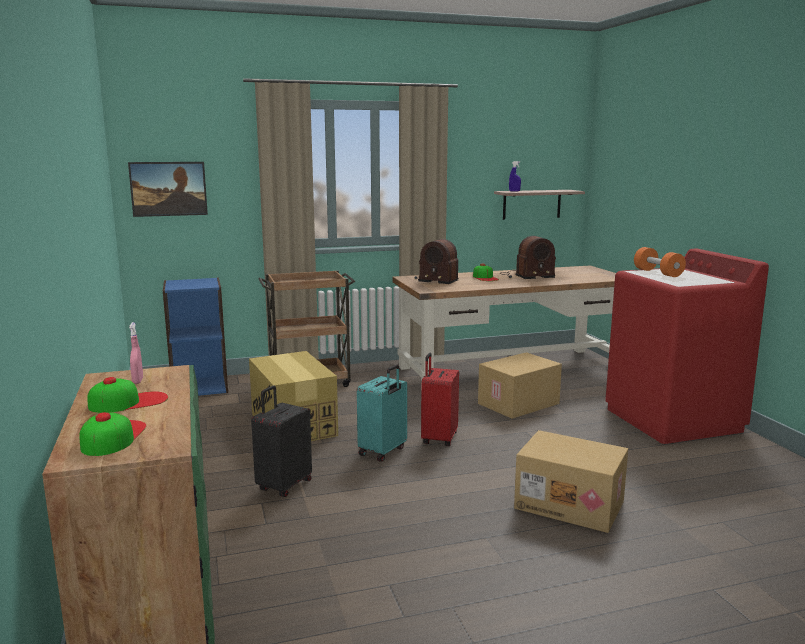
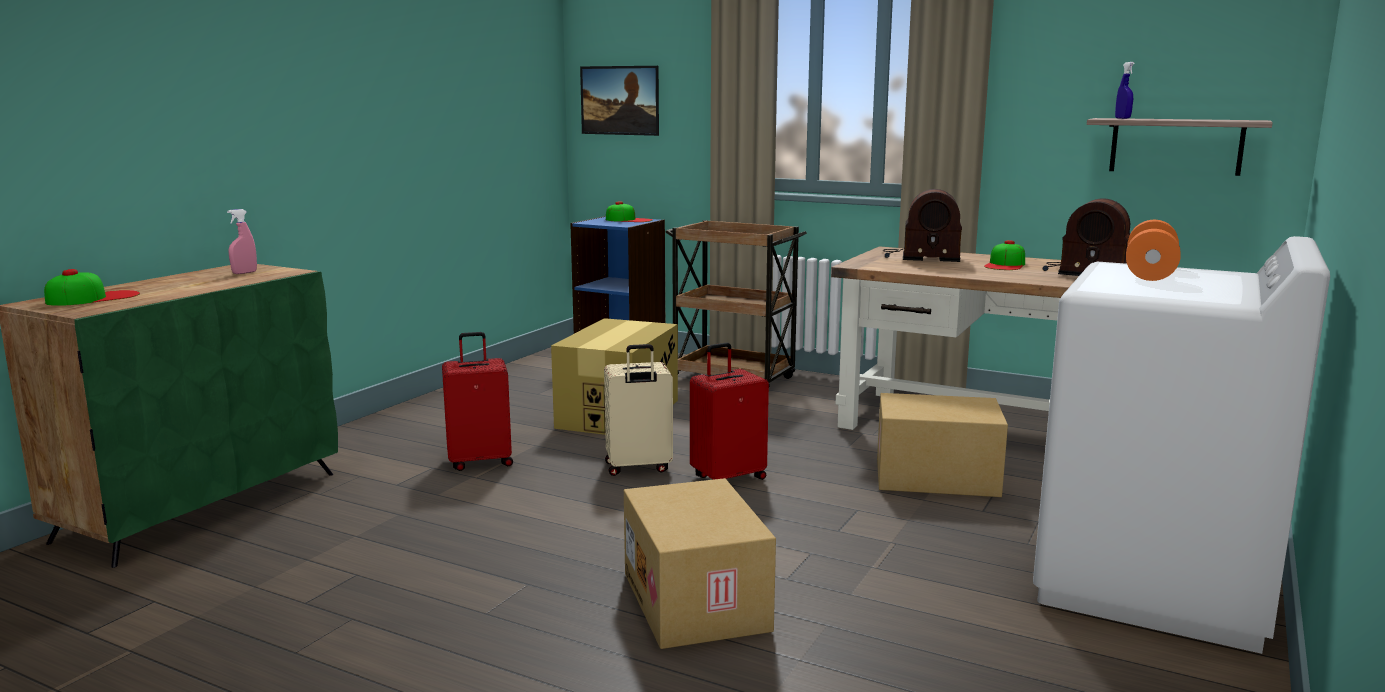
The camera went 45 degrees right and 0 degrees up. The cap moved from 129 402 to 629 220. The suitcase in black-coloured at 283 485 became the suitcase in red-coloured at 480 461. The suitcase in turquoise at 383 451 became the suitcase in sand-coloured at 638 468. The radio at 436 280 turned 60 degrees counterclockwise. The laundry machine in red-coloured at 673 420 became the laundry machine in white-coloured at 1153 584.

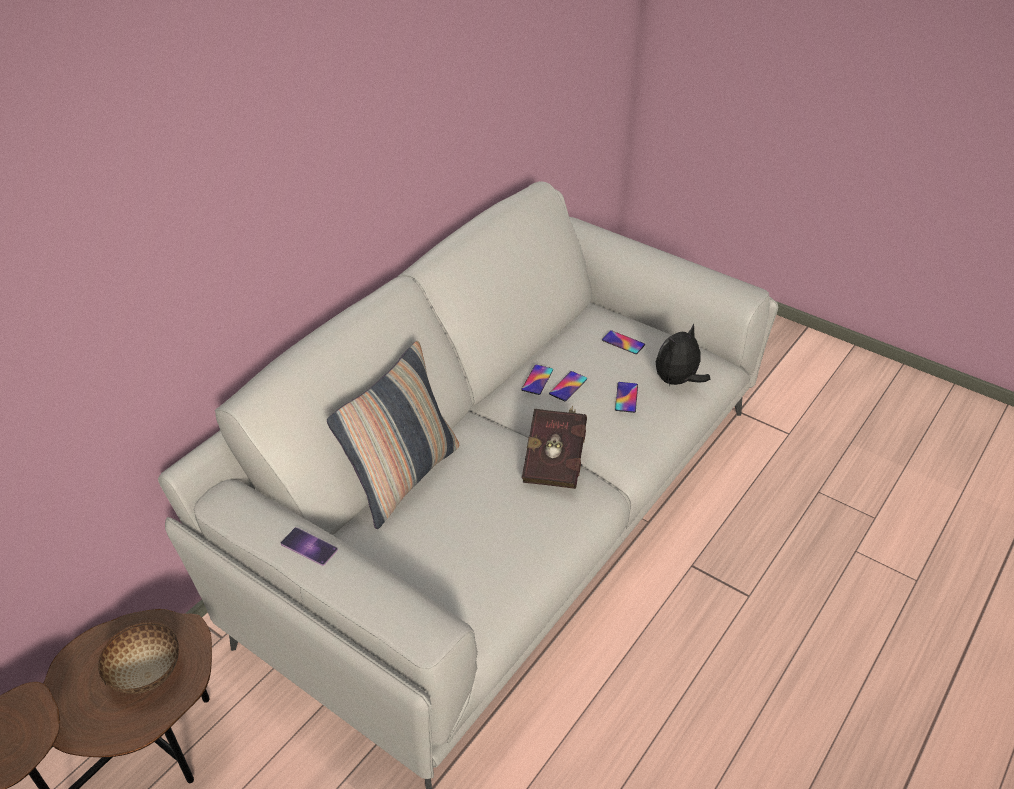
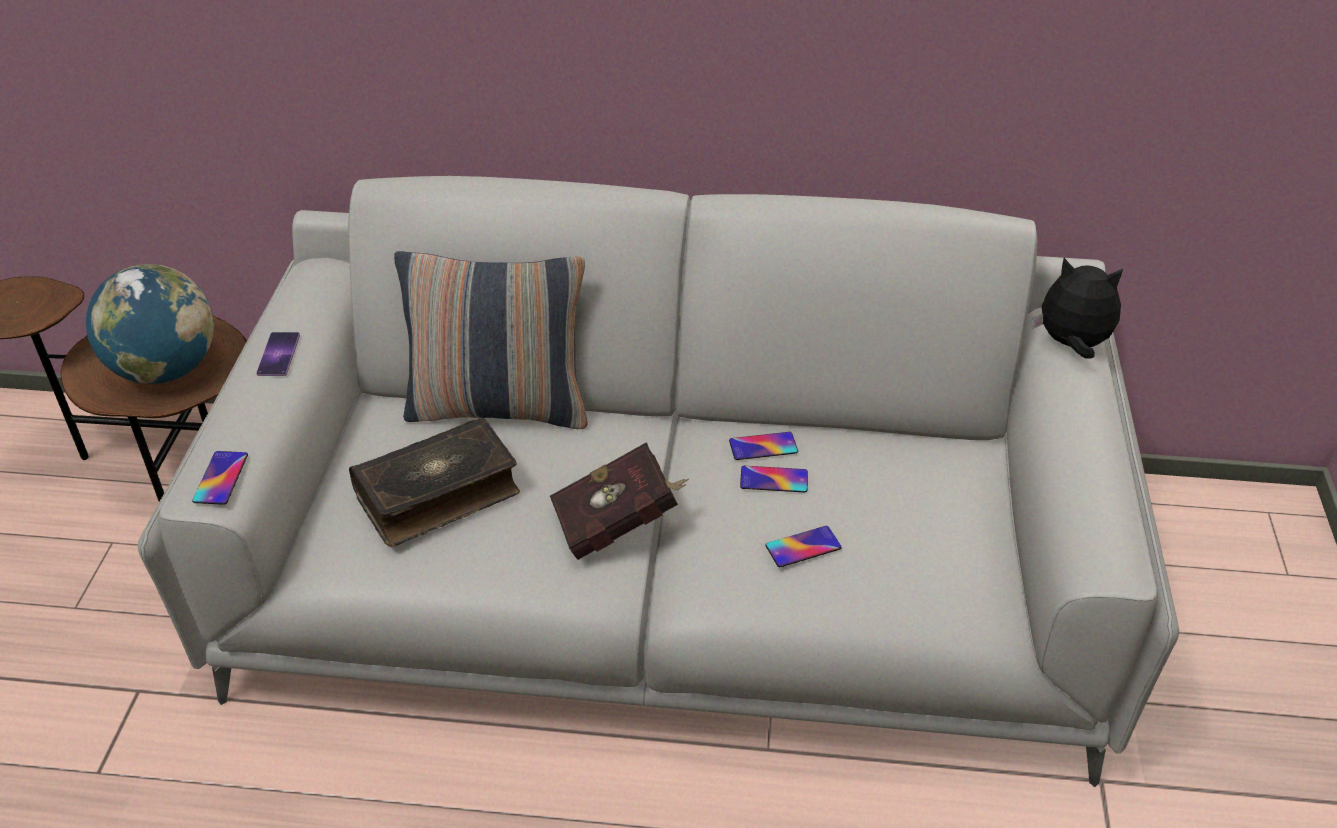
The camera went 60 degrees right and 0 degrees up. The serving bowl at 147 673 was replaced by the desk globe at 165 369. The phone moved from 623 342 to 220 478. The soft toy moved from 677 381 to 1071 345. The book at 438 495 appeared.

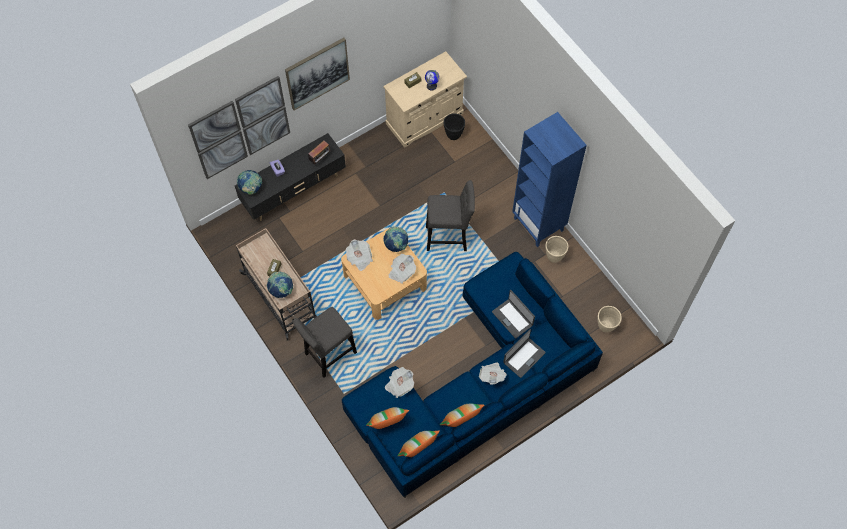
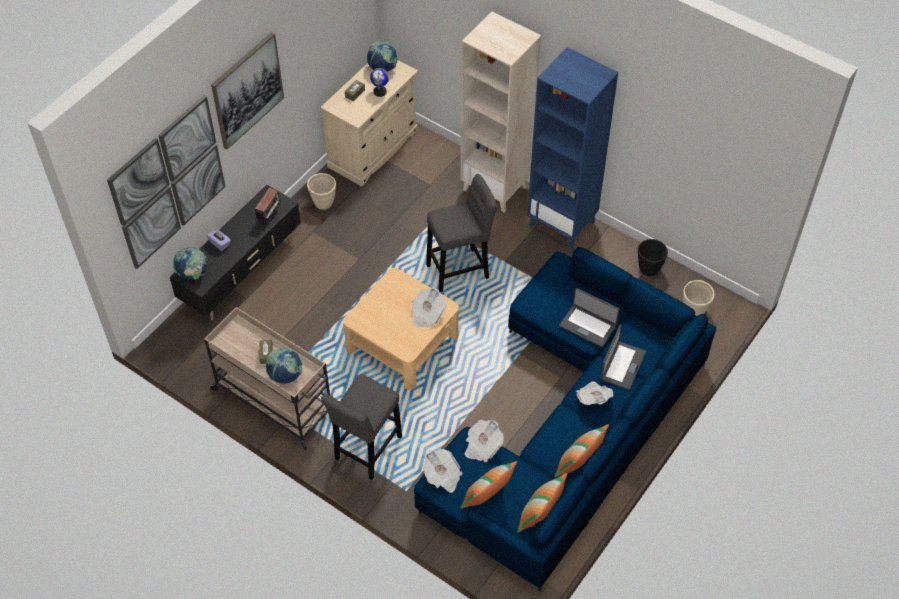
The camera went 20 degrees left and 10 degrees down. The newspaper moved from 359 258 to 442 476. The desk globe moved from 396 245 to 382 68. The planter in black-coloured moved from 453 134 to 648 269. The planter in sand-coloured moved from 554 256 to 323 203. The bookcase in sand-coloured at 495 188 appeared.

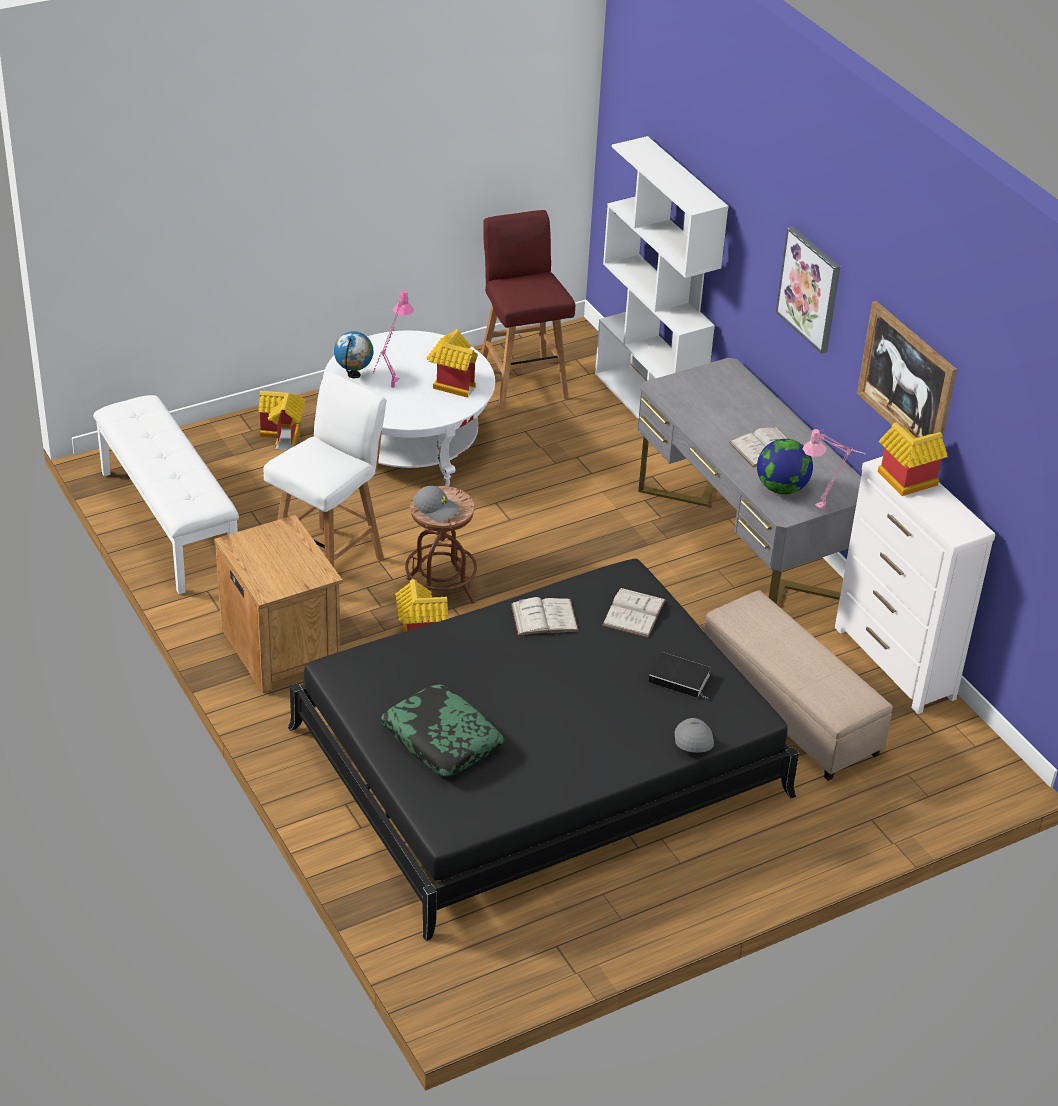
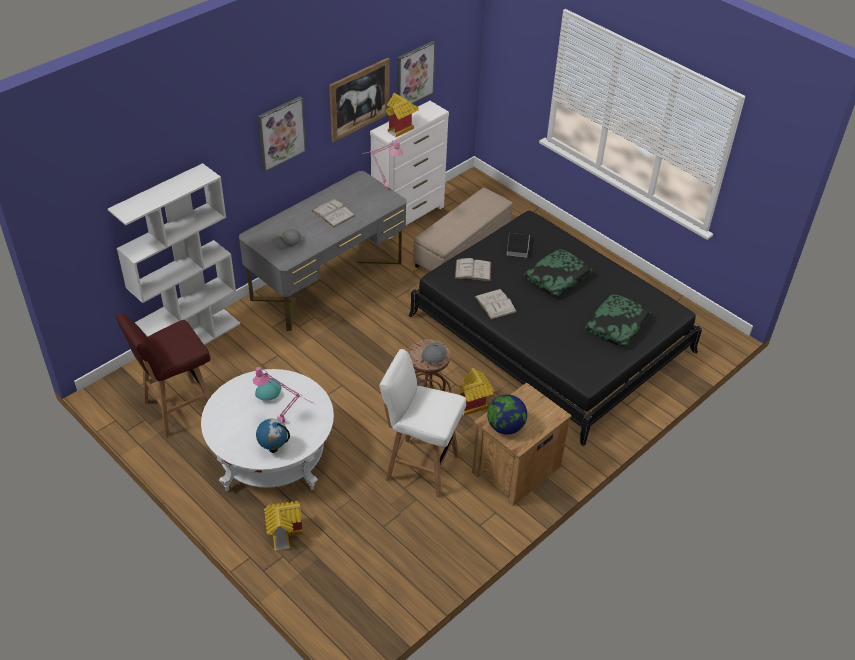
The camera went 105 degrees left and 5 degrees up. The bench in white-coloured at 167 523 disappeared. The model house at 451 383 was replaced by the cap in turquoise at 268 392. The cap in gray moved from 693 740 to 286 242. The desk globe moved from 781 488 to 505 427. The wall art at 414 75 appeared. The throw pillow at 557 278 appeared.

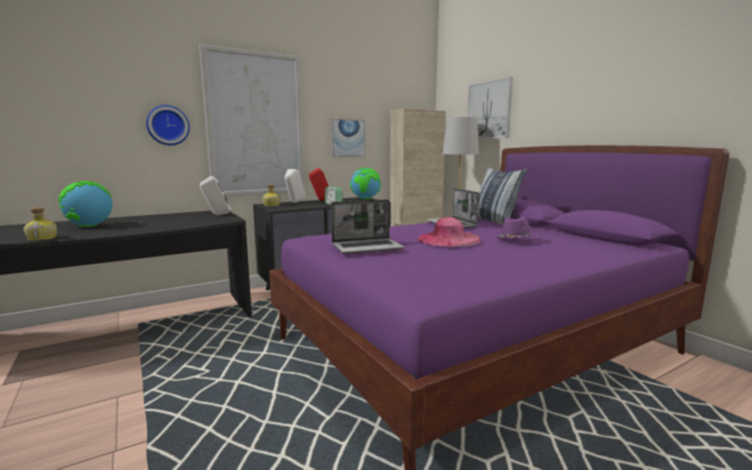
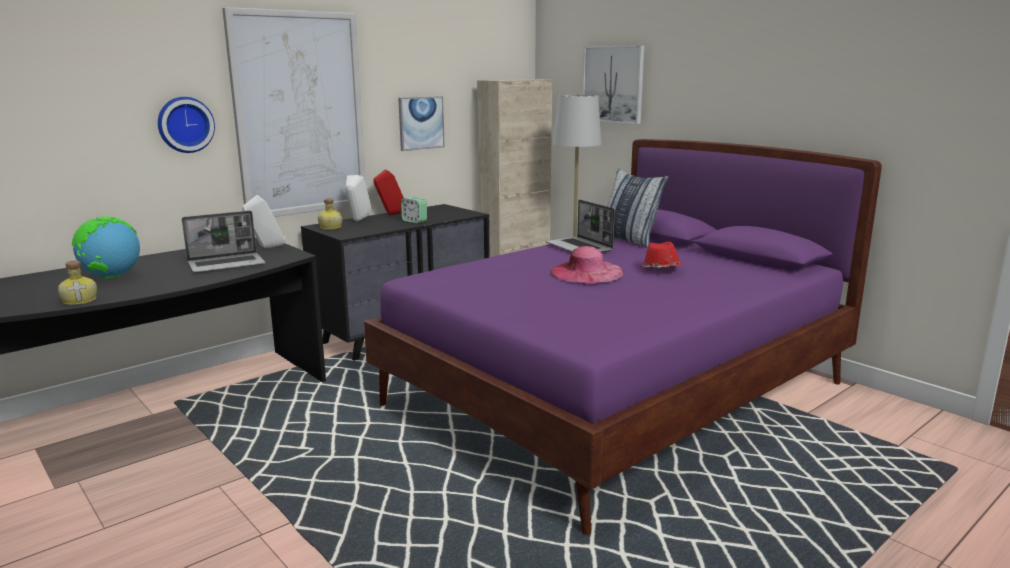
The camera went 10 degrees left and 5 degrees up. The notebook computer moved from 367 247 to 227 264. The desk globe at 365 199 disappeared. The clothing hat in purple at 514 240 became the clothing hat in red-coloured at 660 269.

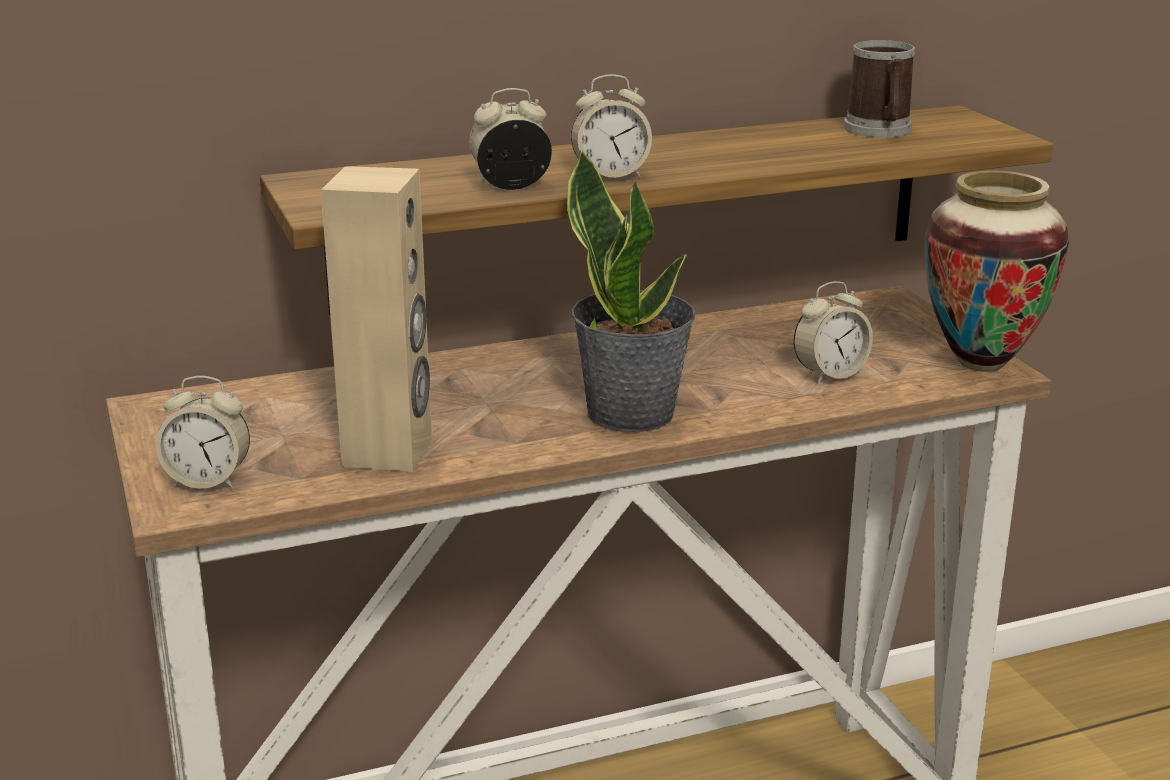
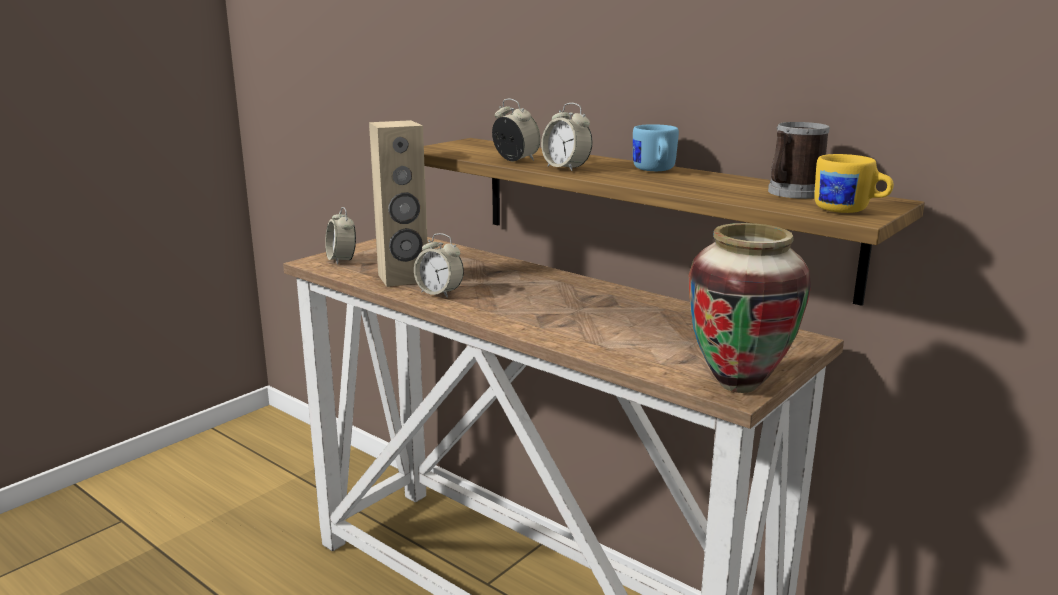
The camera went 60 degrees right and 5 degrees down. The houseplant at 631 412 disappeared. The table clock moved from 830 374 to 439 293. The tea mug in blue-coloured at 654 171 appeared. The tea mug in yellow at 849 211 appeared.

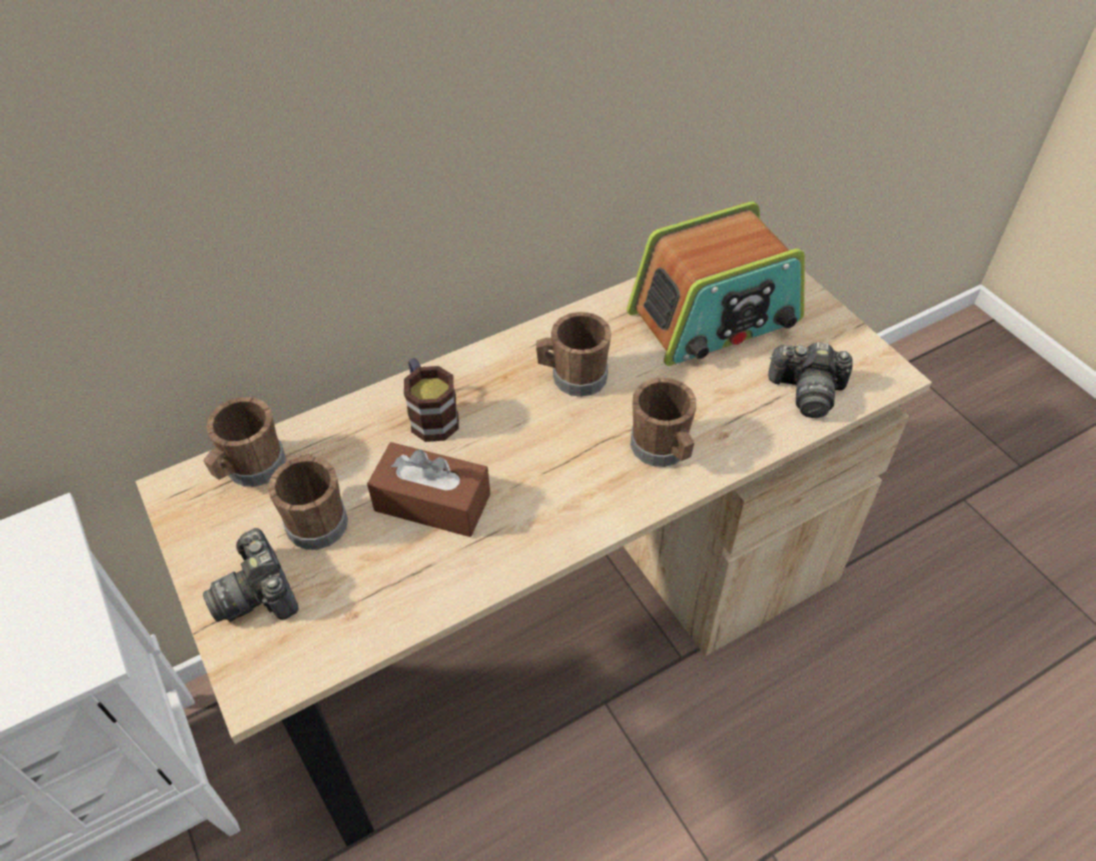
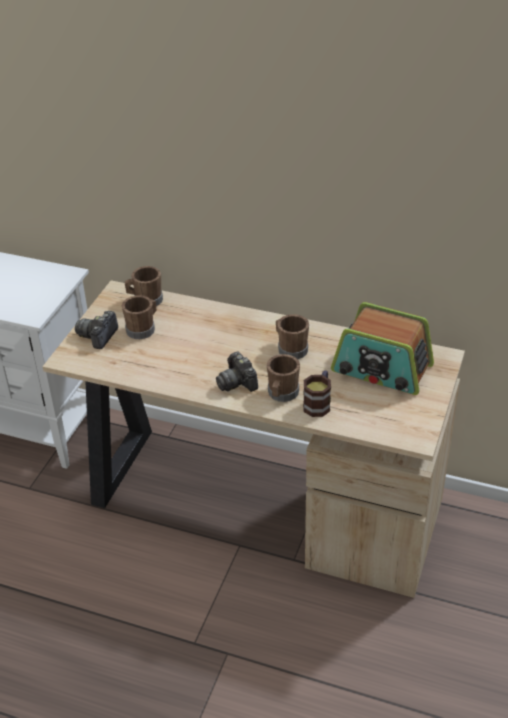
The camera went 50 degrees right and 10 degrees down. The tissue box in brownish at 432 502 disappeared. The tea mug moved from 430 415 to 318 403. The photo camera moved from 807 392 to 237 382.

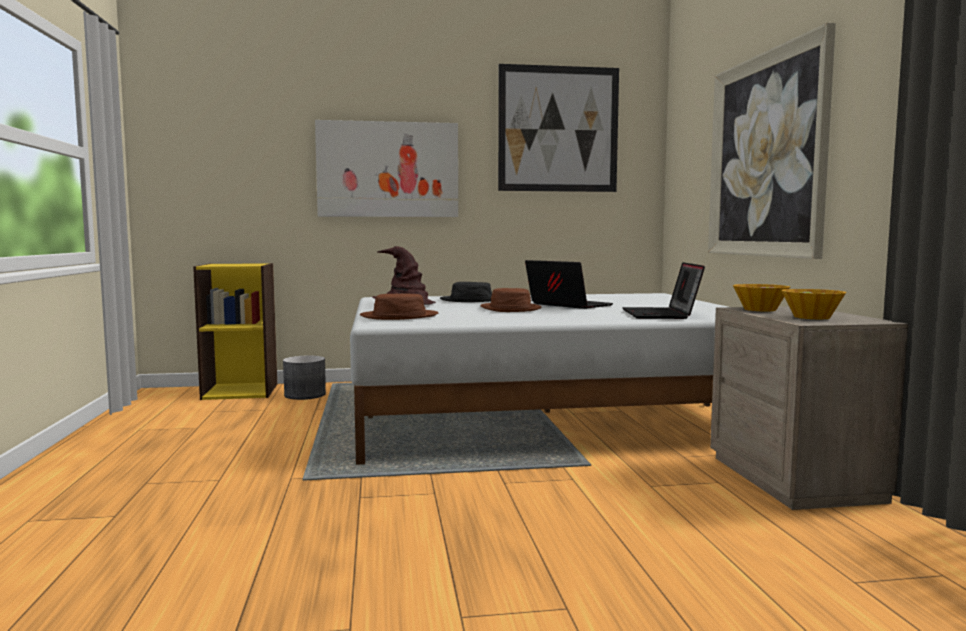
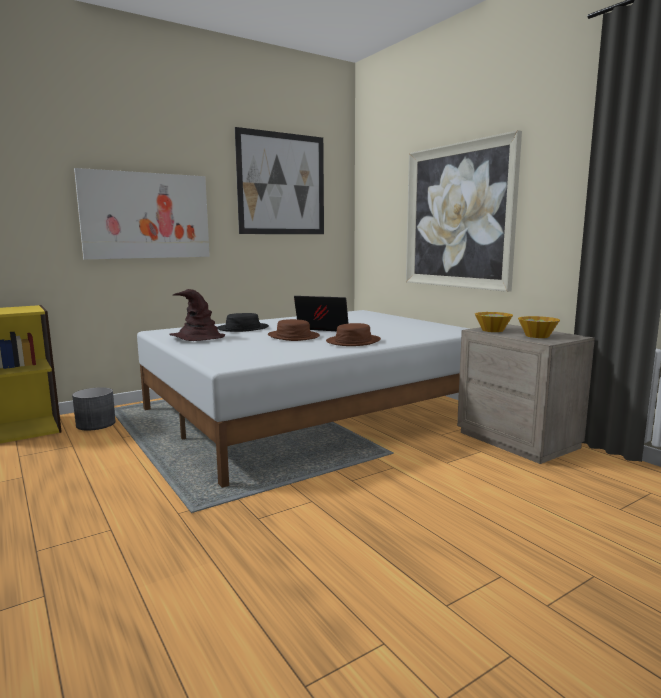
The camera went 25 degrees left and 5 degrees up. The clothing hat in brownish moved from 399 316 to 353 341. The notebook computer at 661 315 disappeared.

